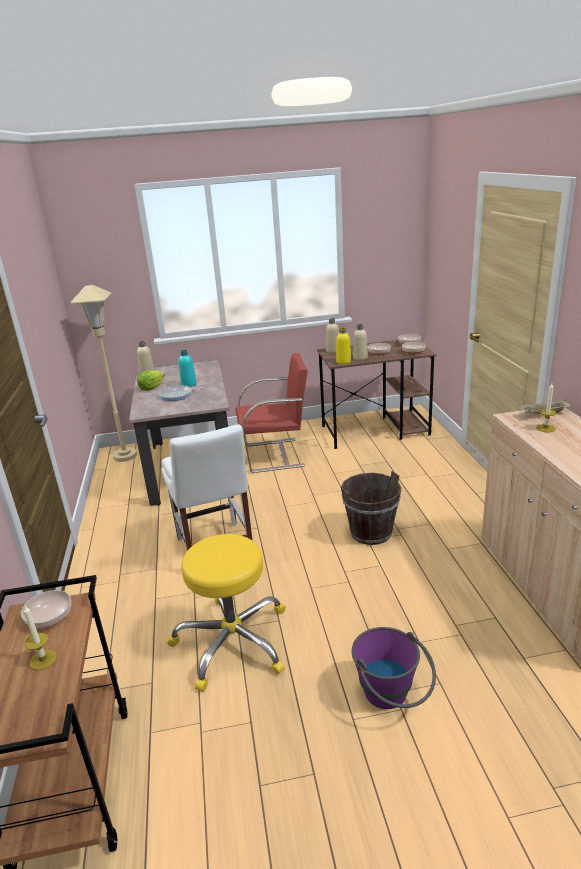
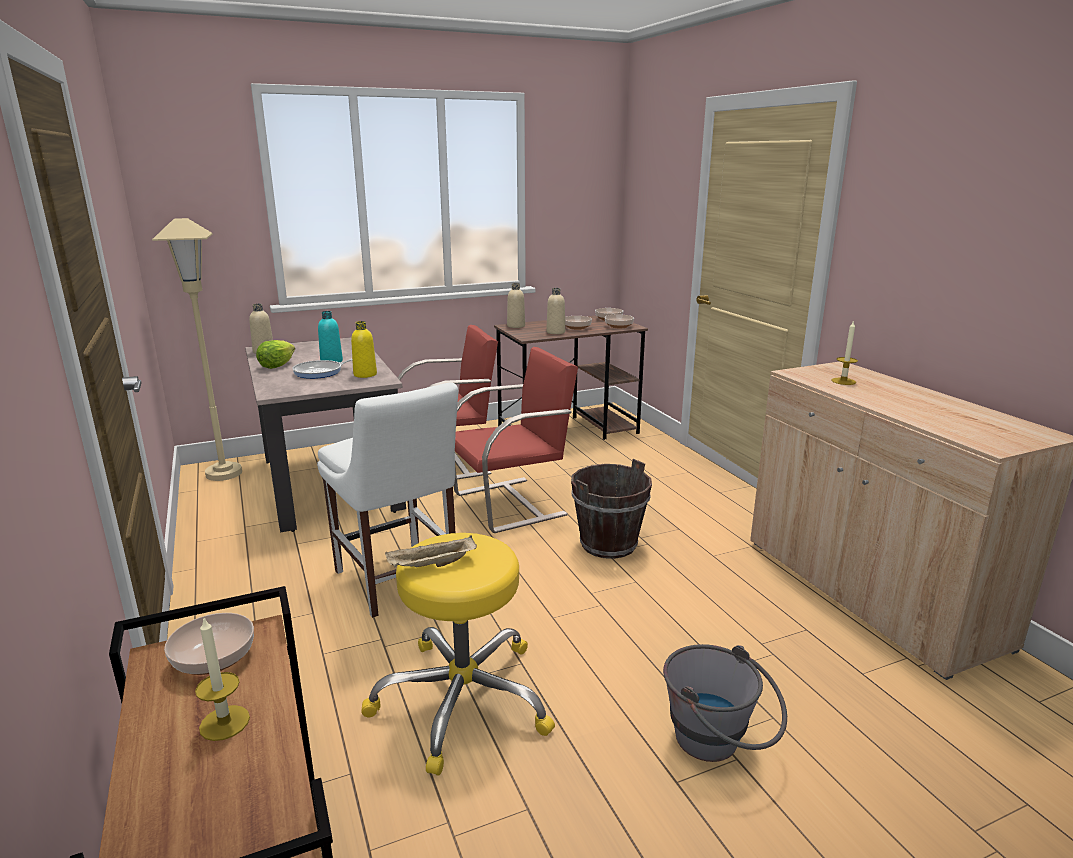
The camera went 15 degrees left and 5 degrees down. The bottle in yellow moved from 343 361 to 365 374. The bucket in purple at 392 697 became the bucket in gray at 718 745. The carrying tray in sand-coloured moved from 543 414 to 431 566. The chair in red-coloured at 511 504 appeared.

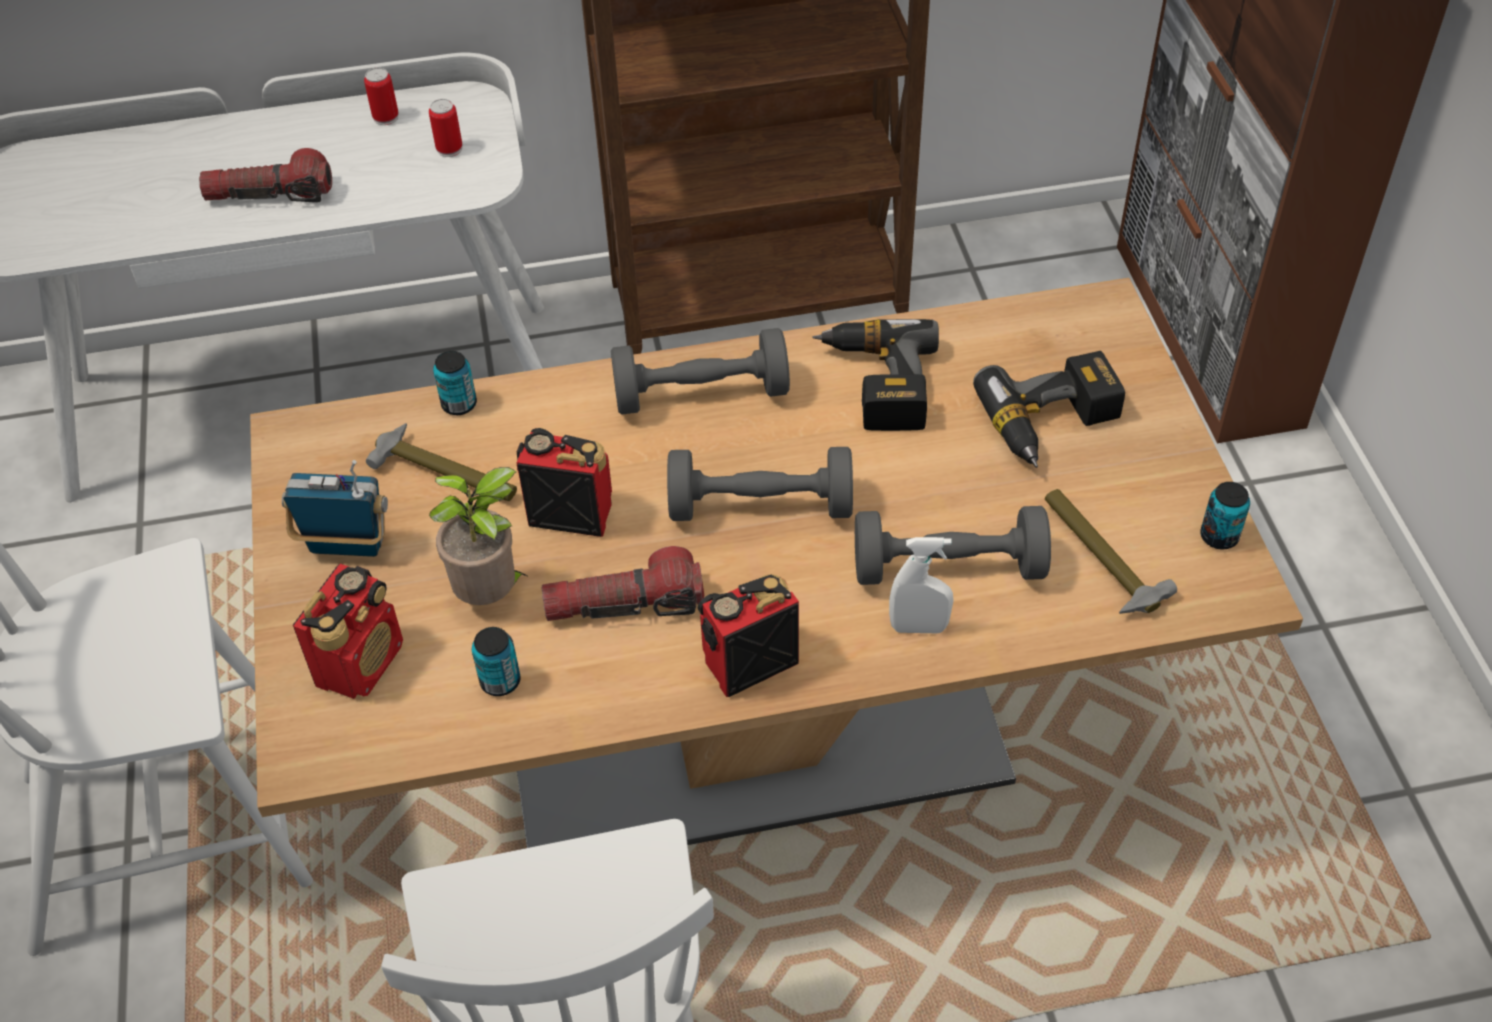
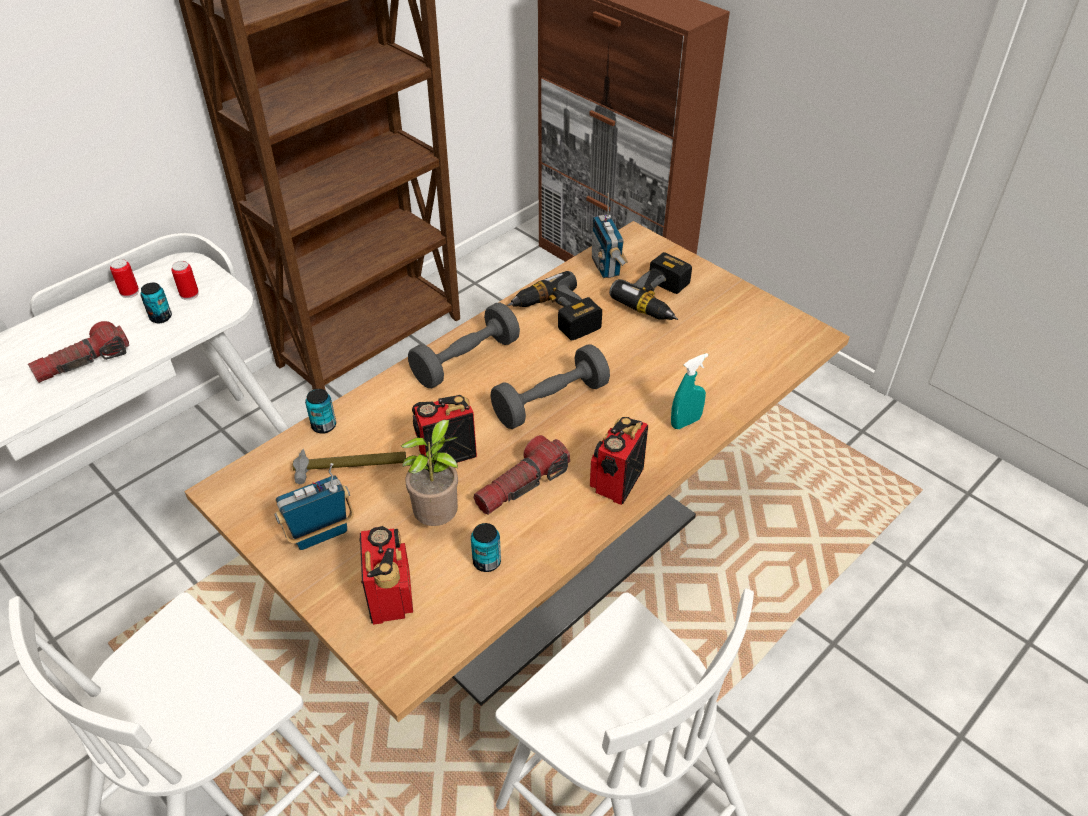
The camera went 35 degrees left and 5 degrees down. The dumbbell in gray at 948 568 disappeared. The sprayer in white-coloured at 918 627 became the sprayer in turquoise at 685 422. The hammer at 1099 557 disappeared. The metal can moved from 1219 536 to 161 317. The radio at 606 267 appeared.

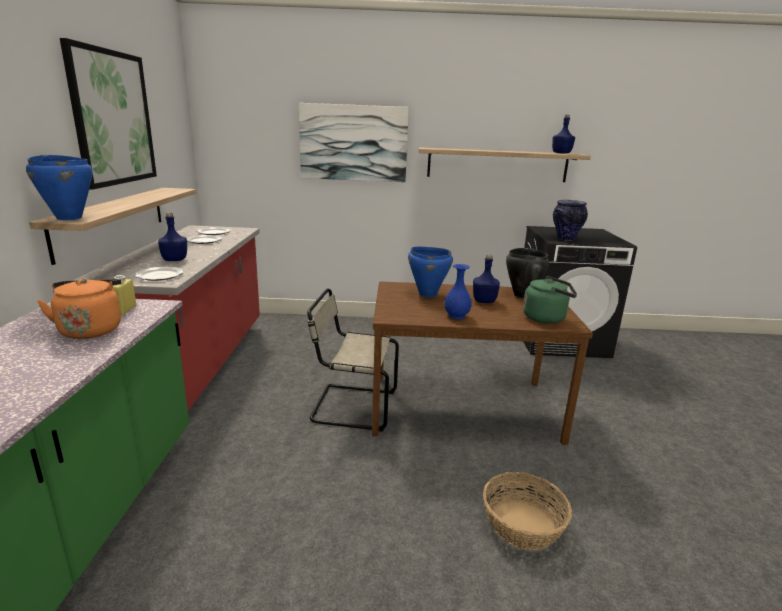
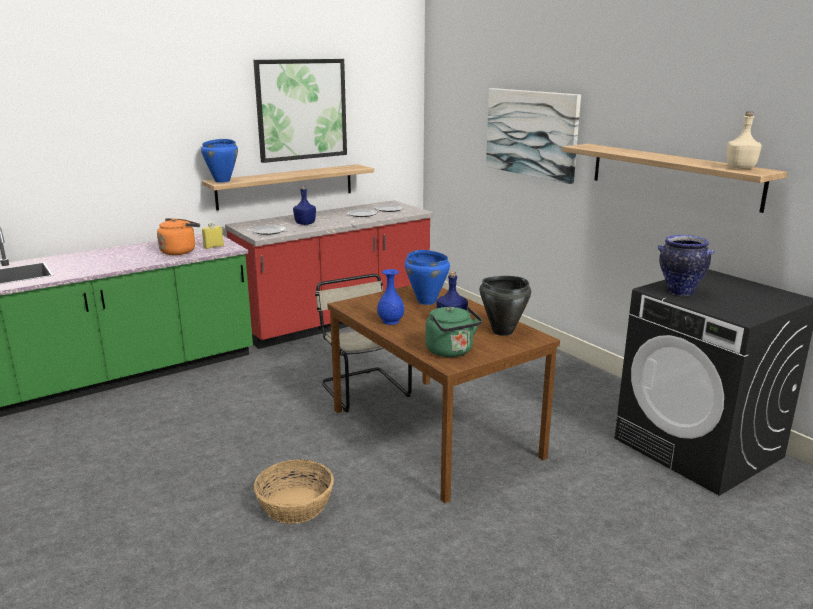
The camera went 55 degrees right and 0 degrees up. The bottle in blue-coloured at 561 153 became the bottle in sand-coloured at 741 168.

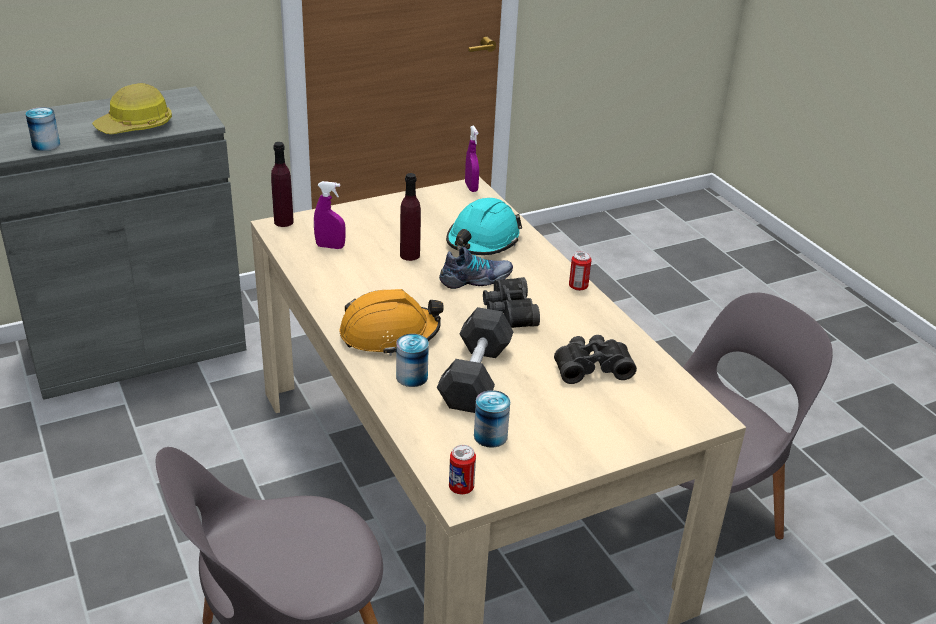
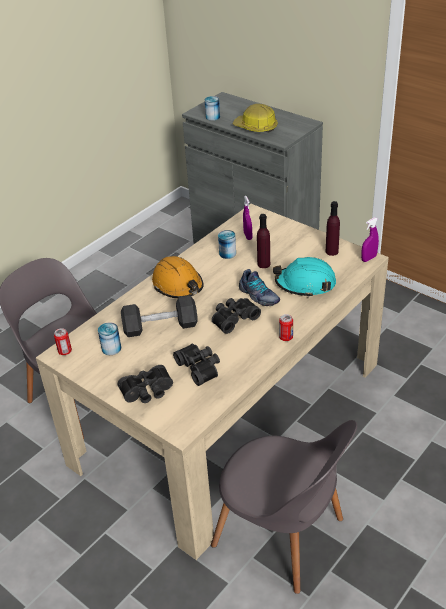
The camera went 70 degrees right and 5 degrees up. The bottle in purple moved from 283 222 to 331 251. The metal can moved from 412 377 to 227 253. The field glasses in black-coloured at 148 392 appeared.

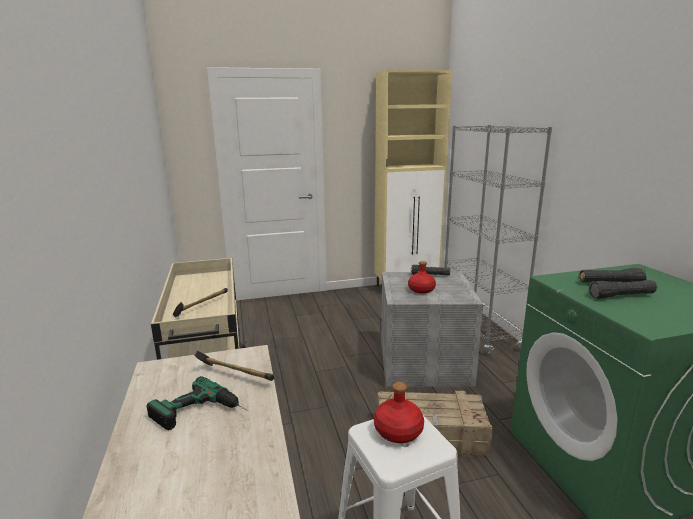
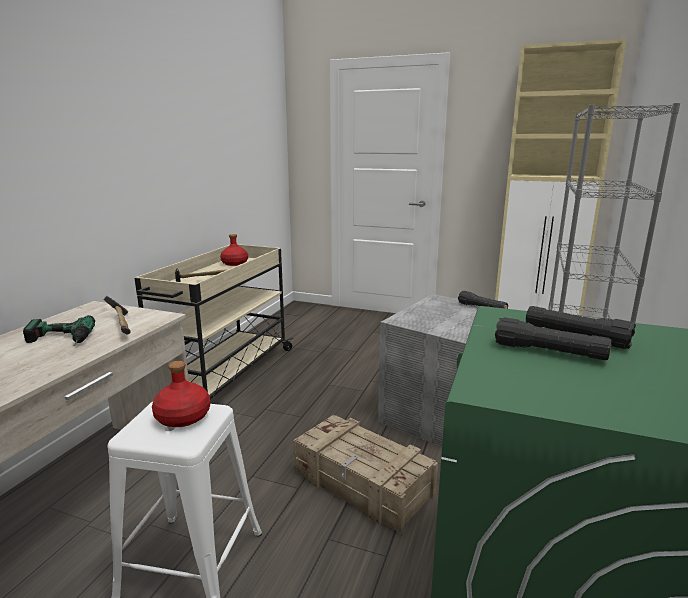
The camera went 35 degrees right and 0 degrees up. The bottle in red-coloured moved from 421 290 to 234 263.

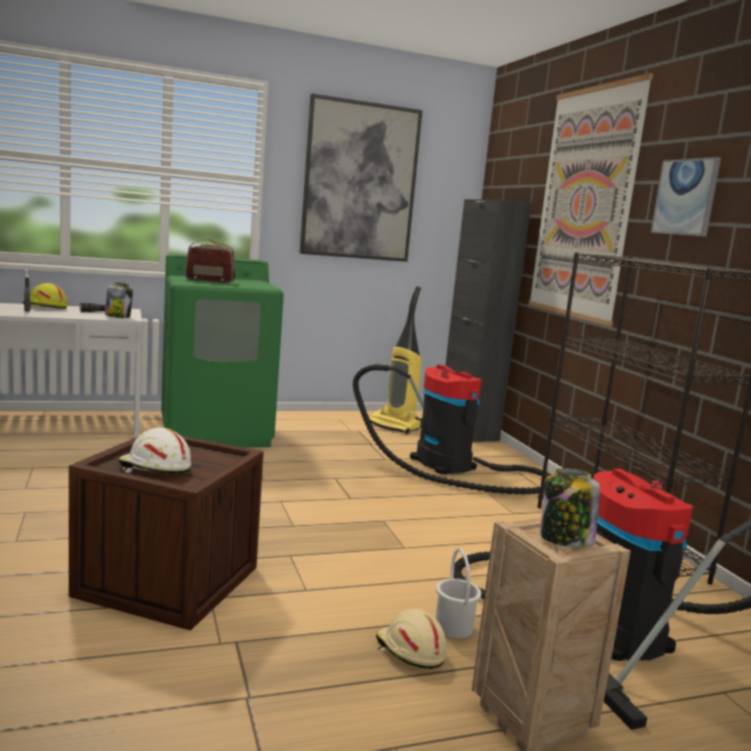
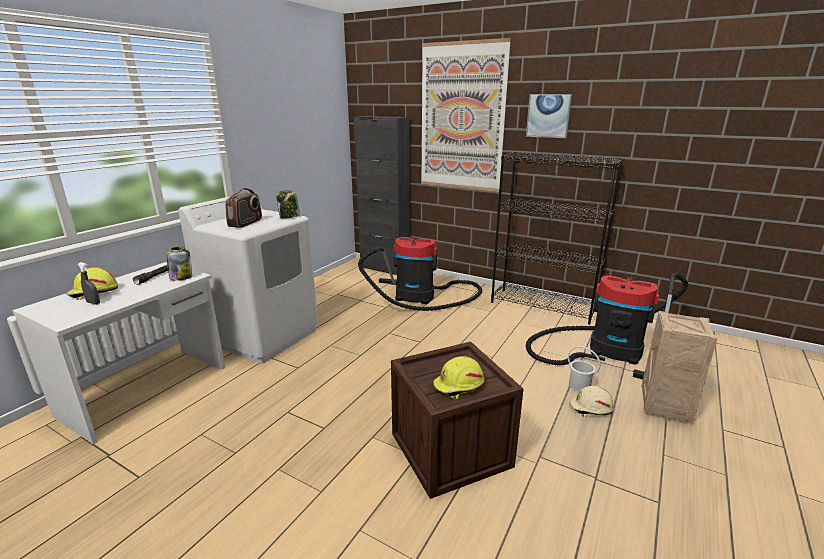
The camera went 40 degrees left and 10 degrees up. The safety helmet in white-coloured at 154 468 became the safety helmet in yellow at 459 386. The laundry machine in greenish at 216 432 became the laundry machine in white-coloured at 263 335. The radio at 210 281 turned 150 degrees clockwise. The wall art at 360 181 disappeared. The vacuum cleaner at 394 426 disappeared. The preserve jar moved from 565 539 to 289 217.

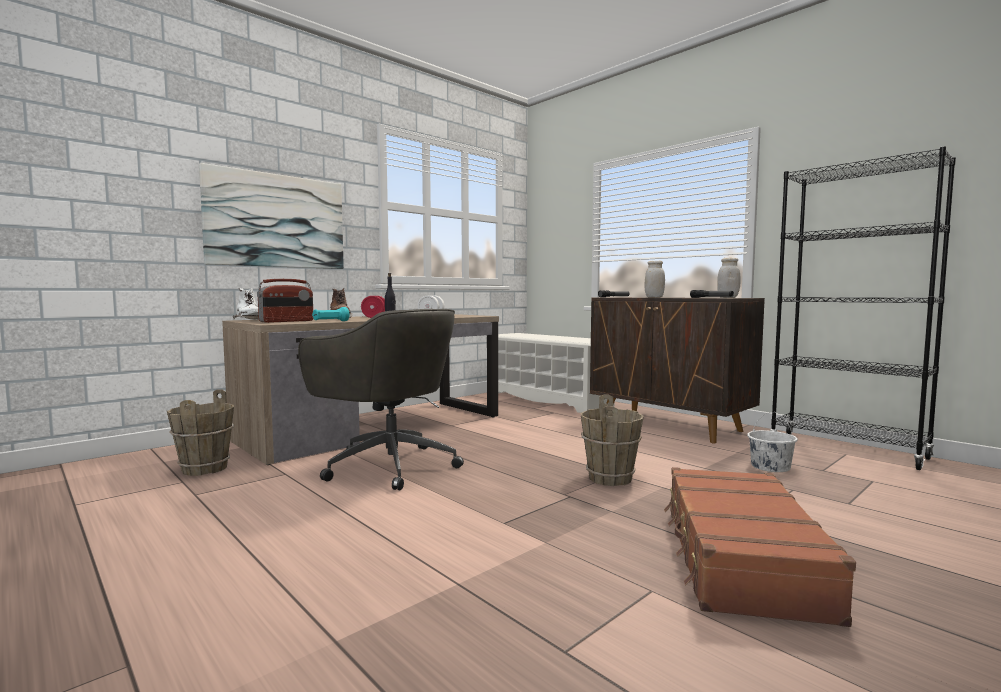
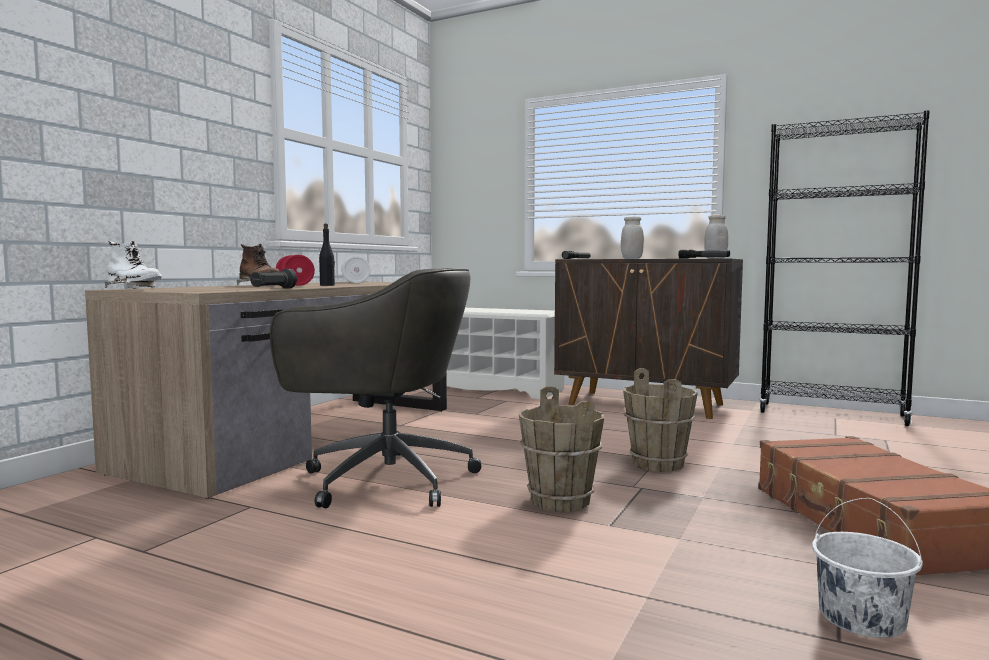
The camera went 20 degrees left and 0 degrees up. The bucket in brownish moved from 204 469 to 559 501. The wall art at 276 221 disappeared. The radio at 287 321 disappeared. The hand torch in turquoise at 330 321 became the hand torch in black-coloured at 273 289. The bucket in white-coloured moved from 770 467 to 860 617.

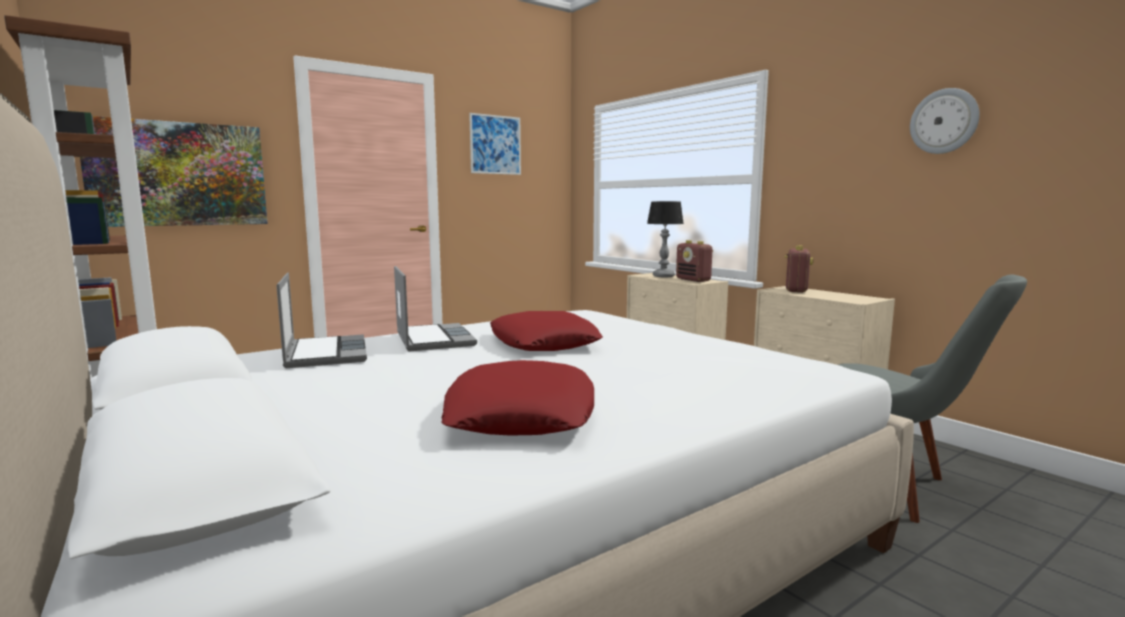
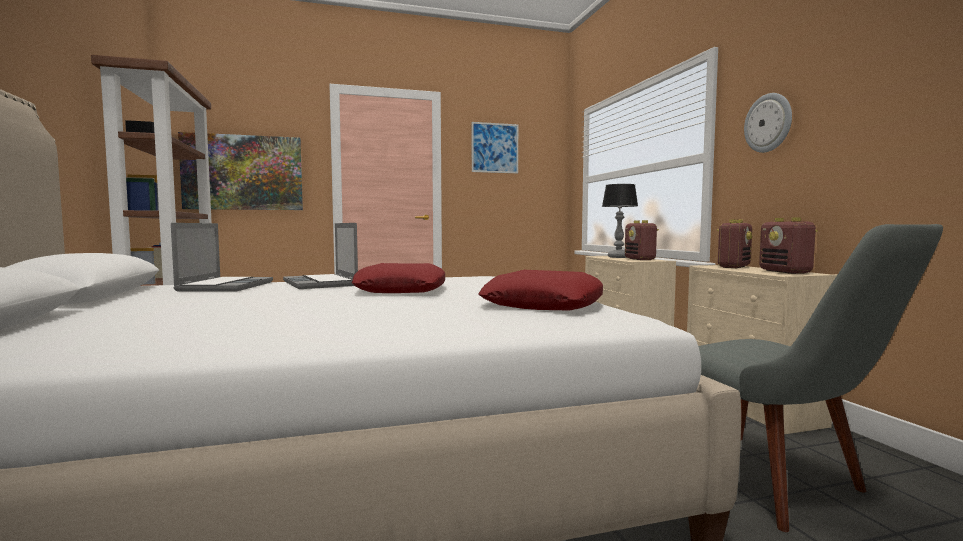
The camera went 20 degrees right and 5 degrees down. The notebook computer at 432 339 turned 150 degrees clockwise. The throw pillow in red-coloured moved from 521 414 to 544 304. The clock on the wall moved from 944 121 to 768 123. The radio at 785 272 appeared.

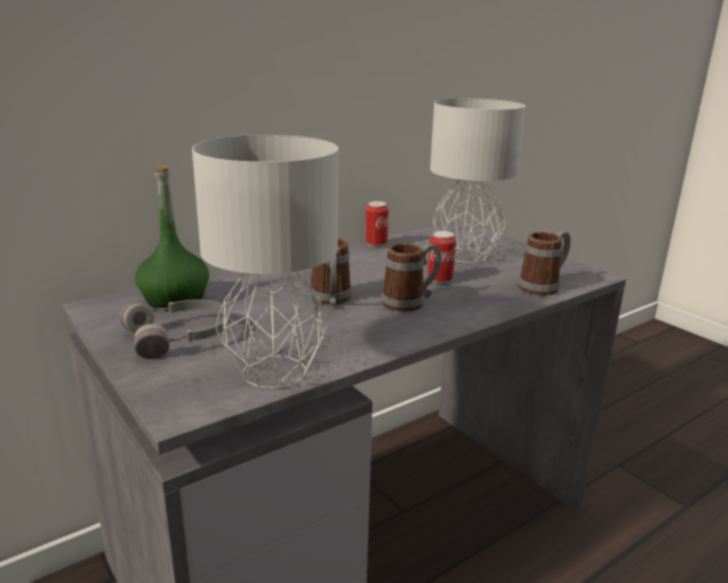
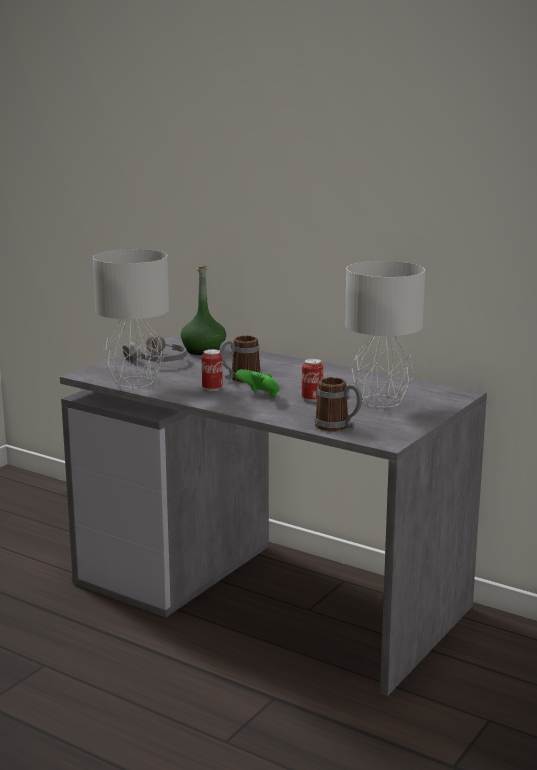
The camera went 70 degrees right and 5 degrees down. The metal can moved from 376 244 to 212 388. The tea mug at 410 302 was replaced by the joypad in greenish at 260 396.

